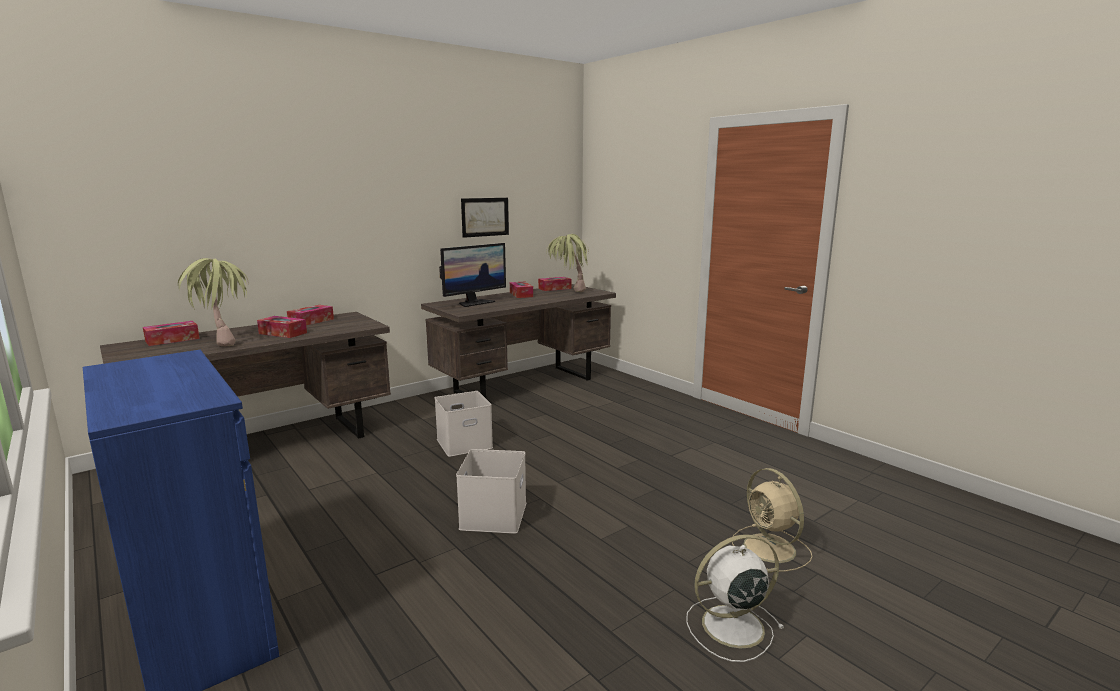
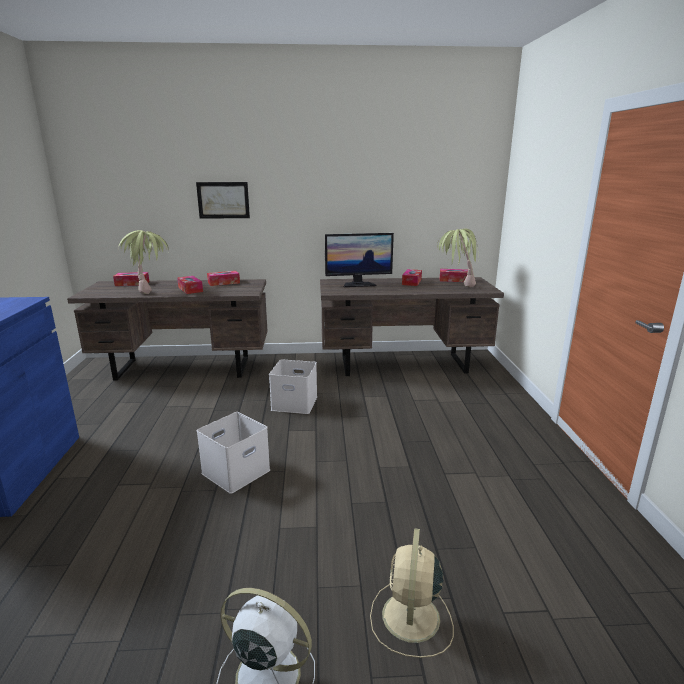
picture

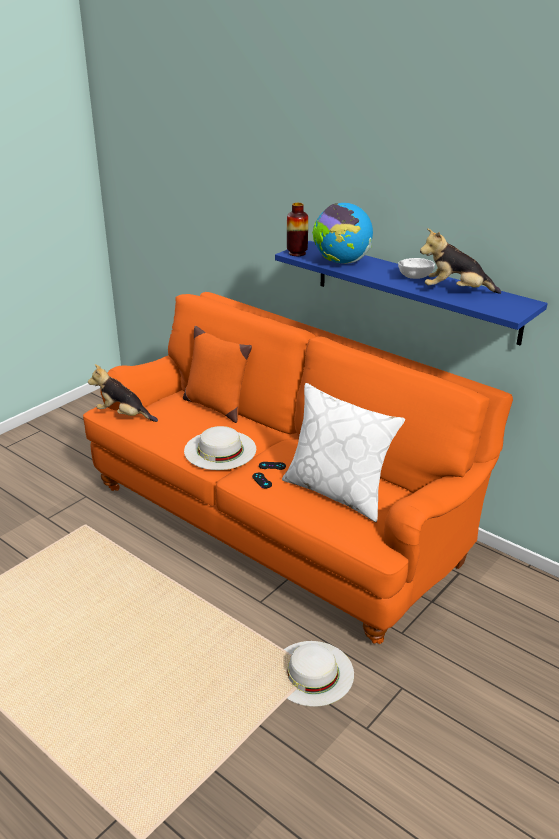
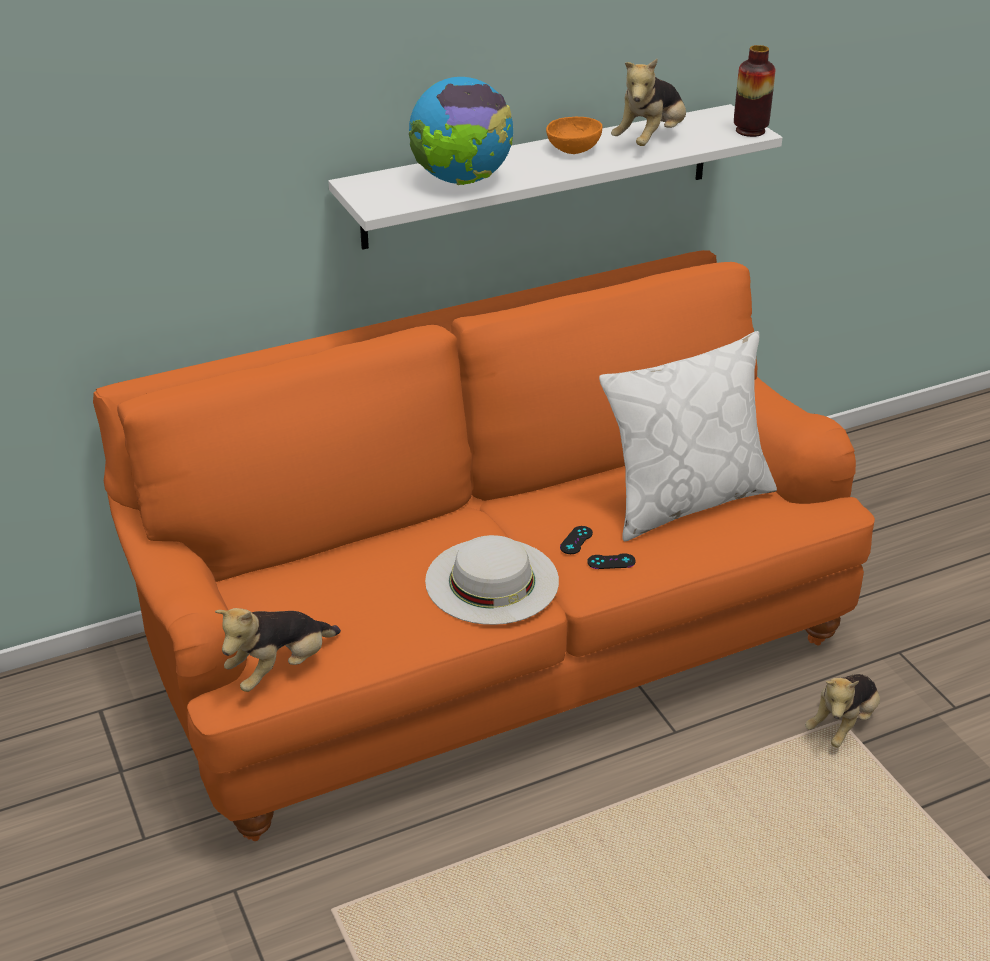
vase; shelf/white; bowl/orange; pillow/orange; plush toy (no. 3 from left)

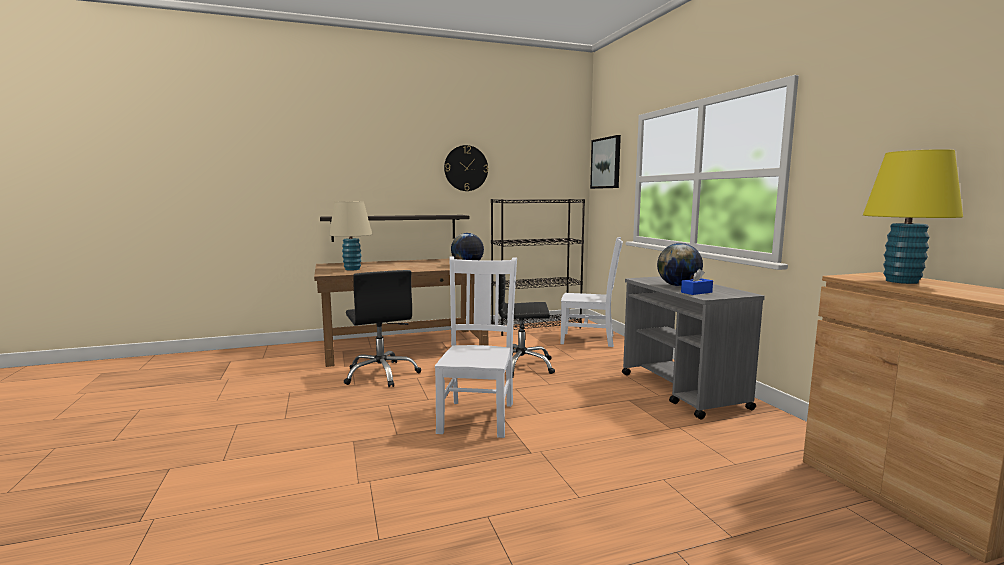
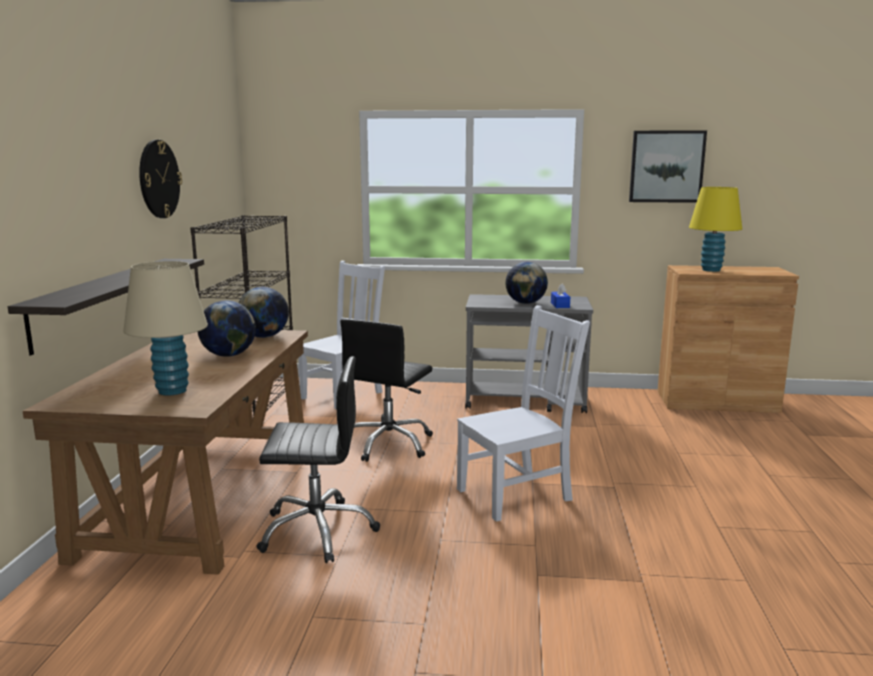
picture; chair/white (no. 2 from left); globe (no. 1 from left)

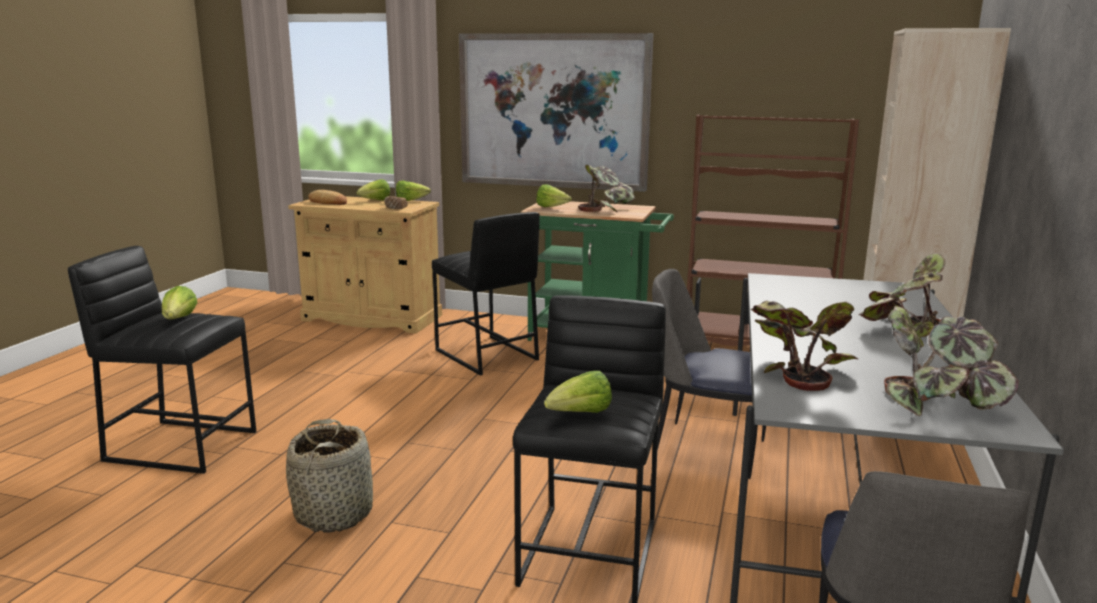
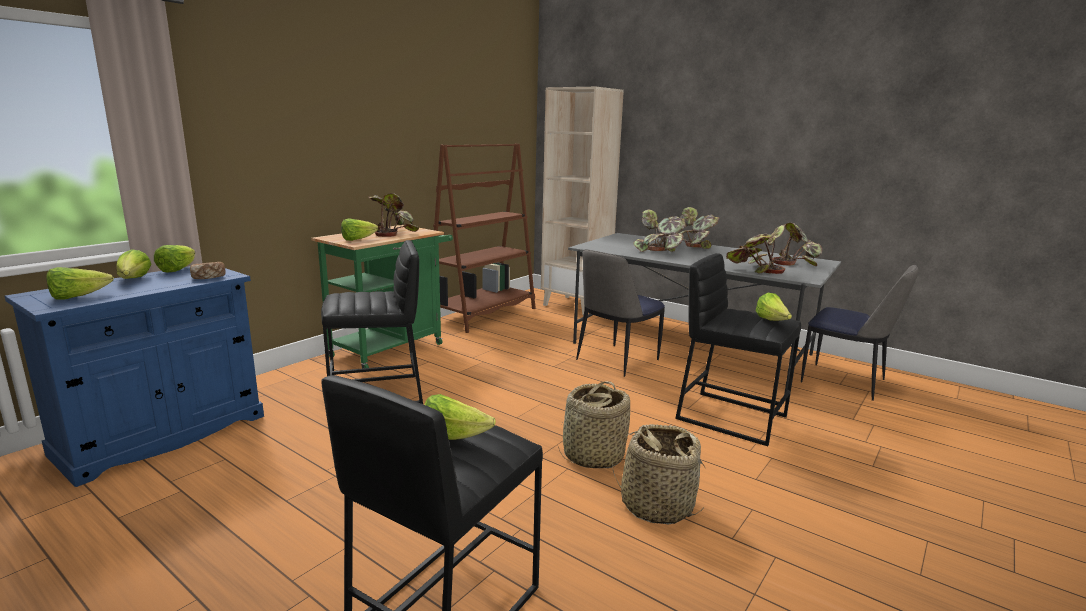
picture; lettuce (no. 1 from left); cabinet/blue; potted plant (no. 2 from left); basket (no. 1 from left)

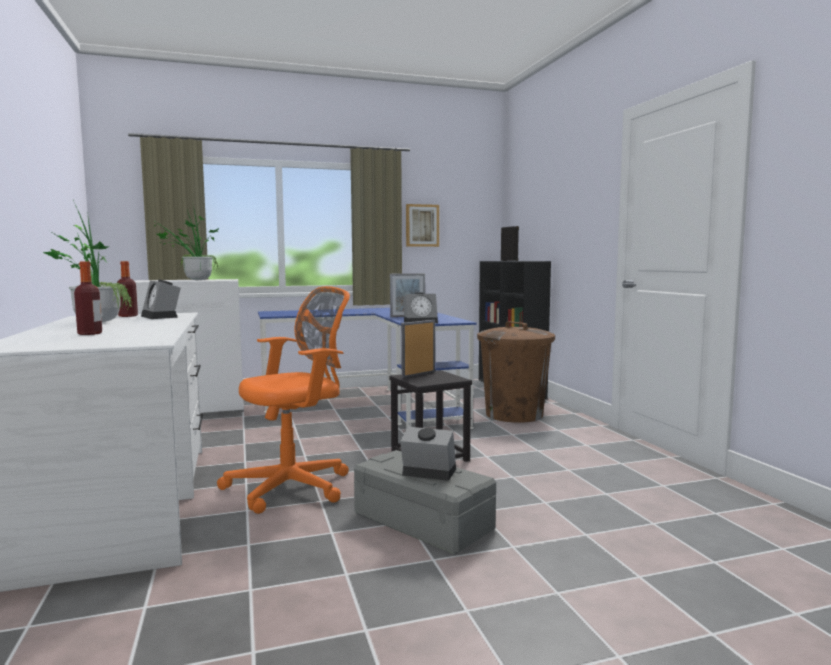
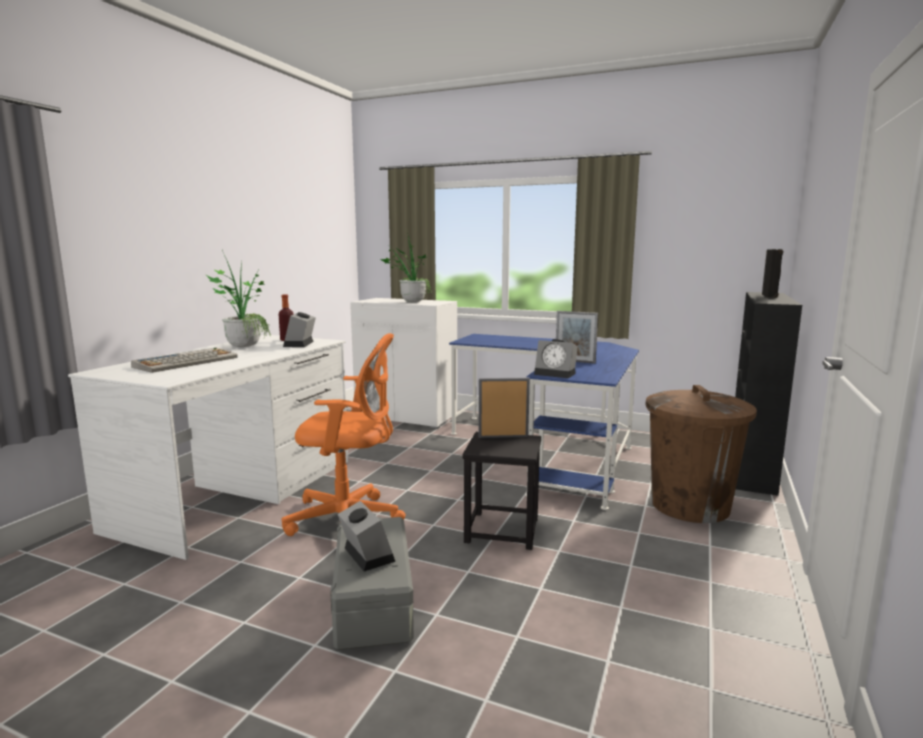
picture; keyboard

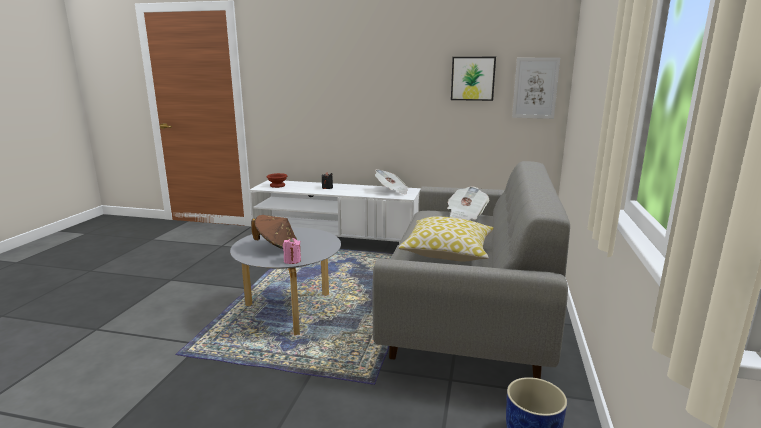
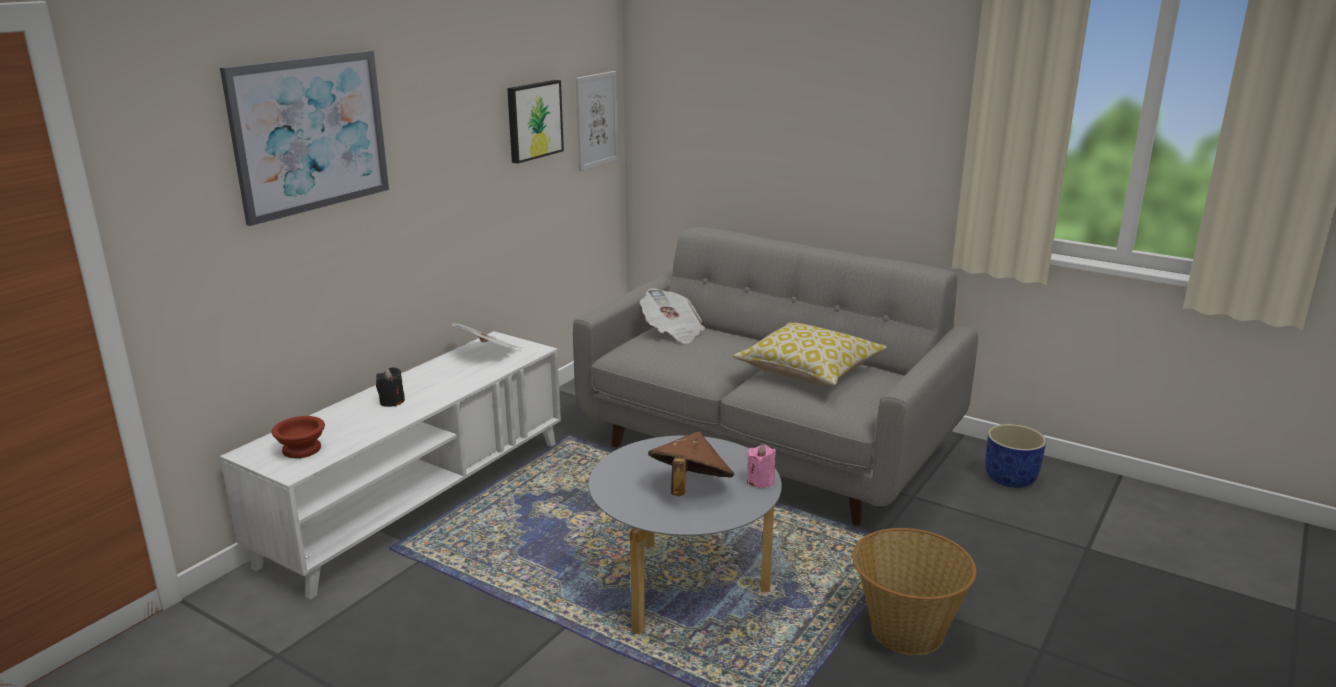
picture (no. 1 from left); basket

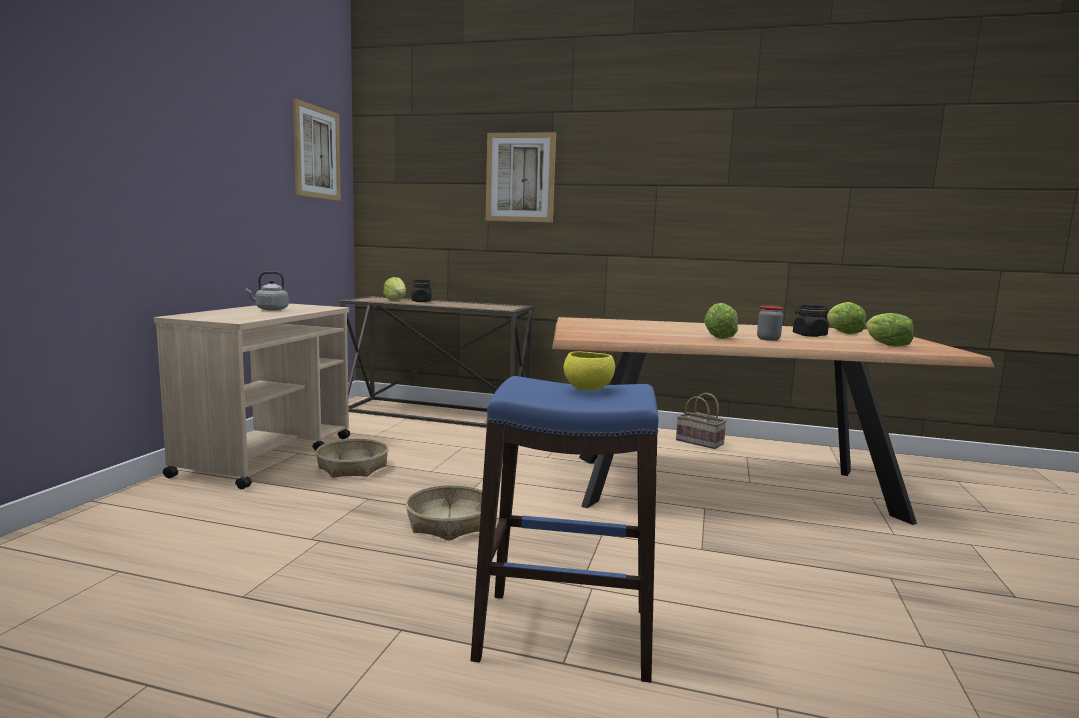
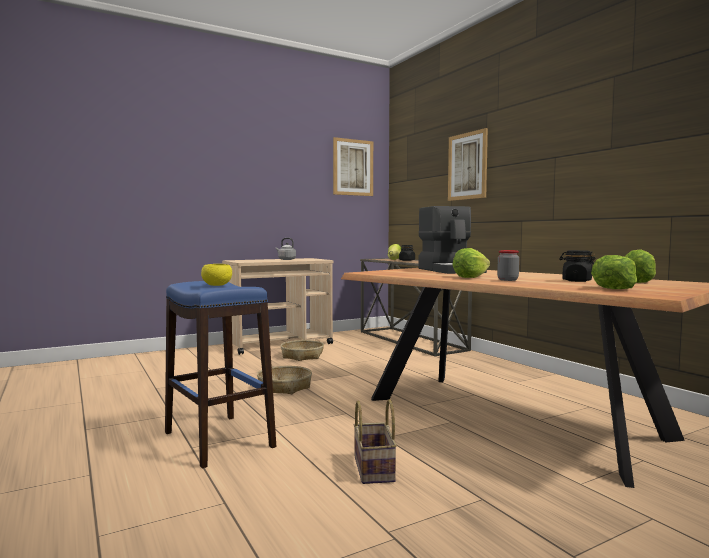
basket (no. 3 from left); coffee machine

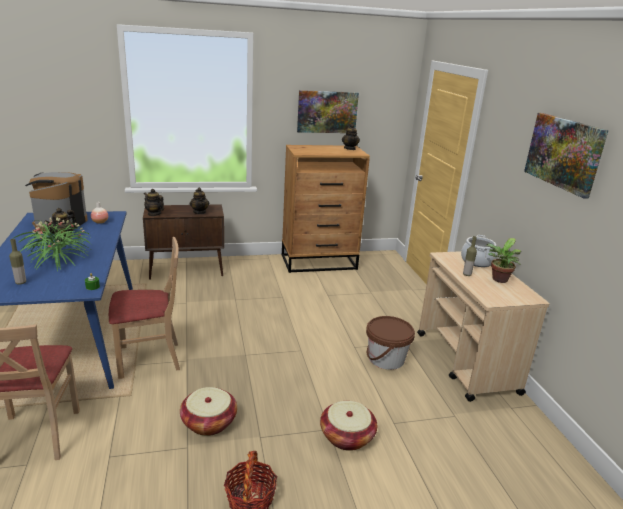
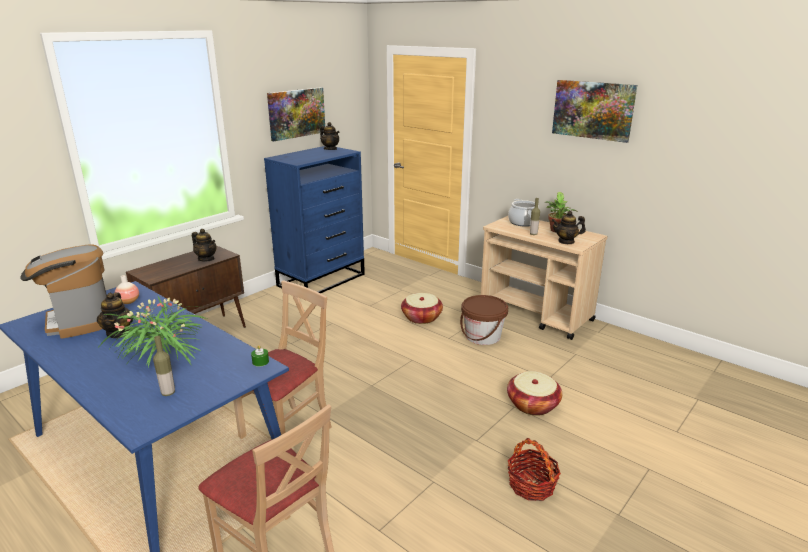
dresser/blue; teapot (no. 4 from left); basket (no. 1 from left)

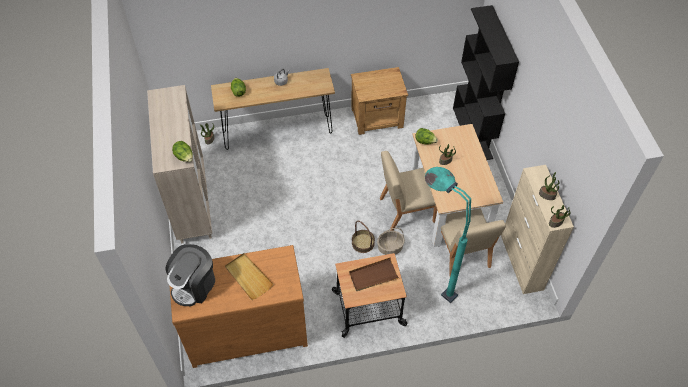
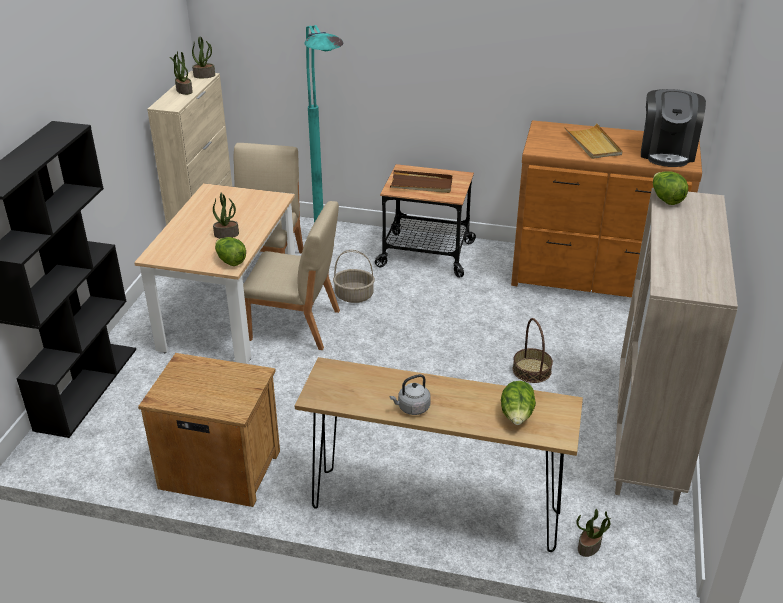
basket (no. 2 from left); coffee machine

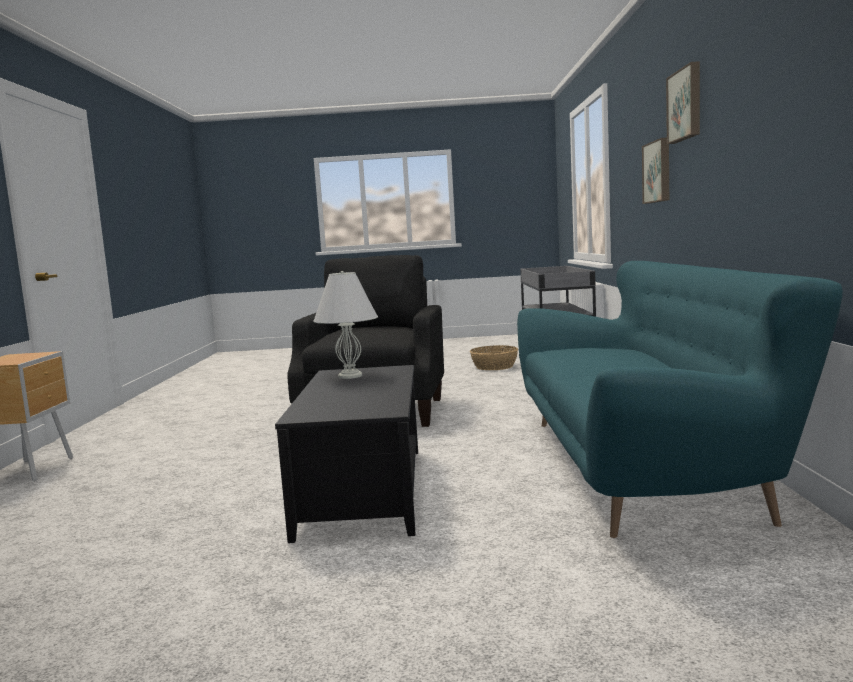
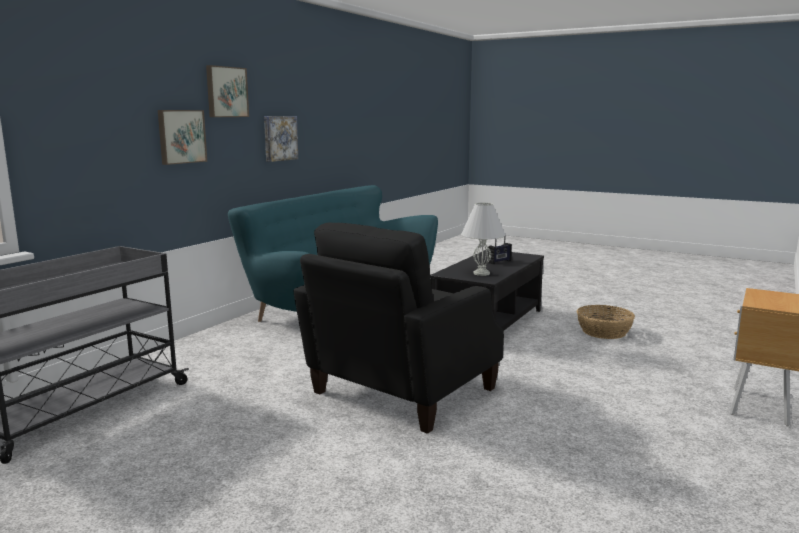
basket; picture (no. 3 from left); radio

